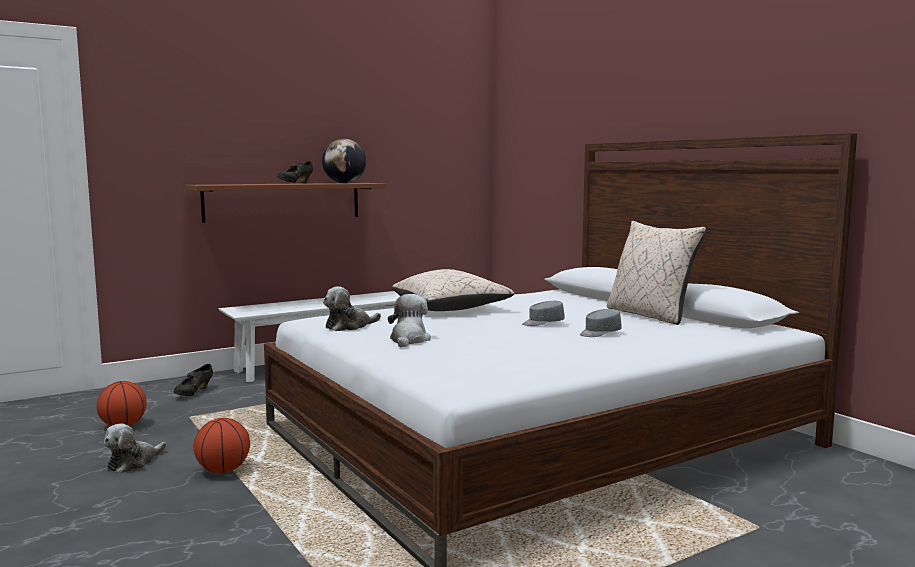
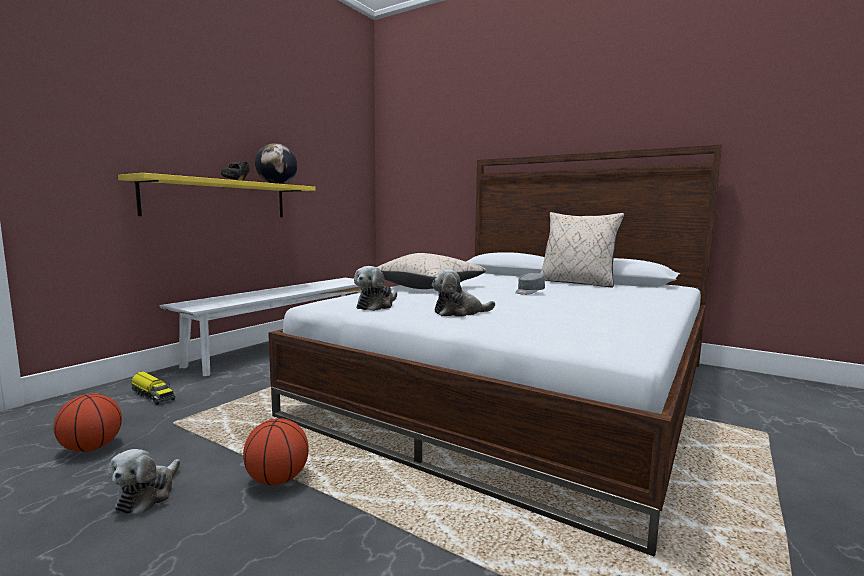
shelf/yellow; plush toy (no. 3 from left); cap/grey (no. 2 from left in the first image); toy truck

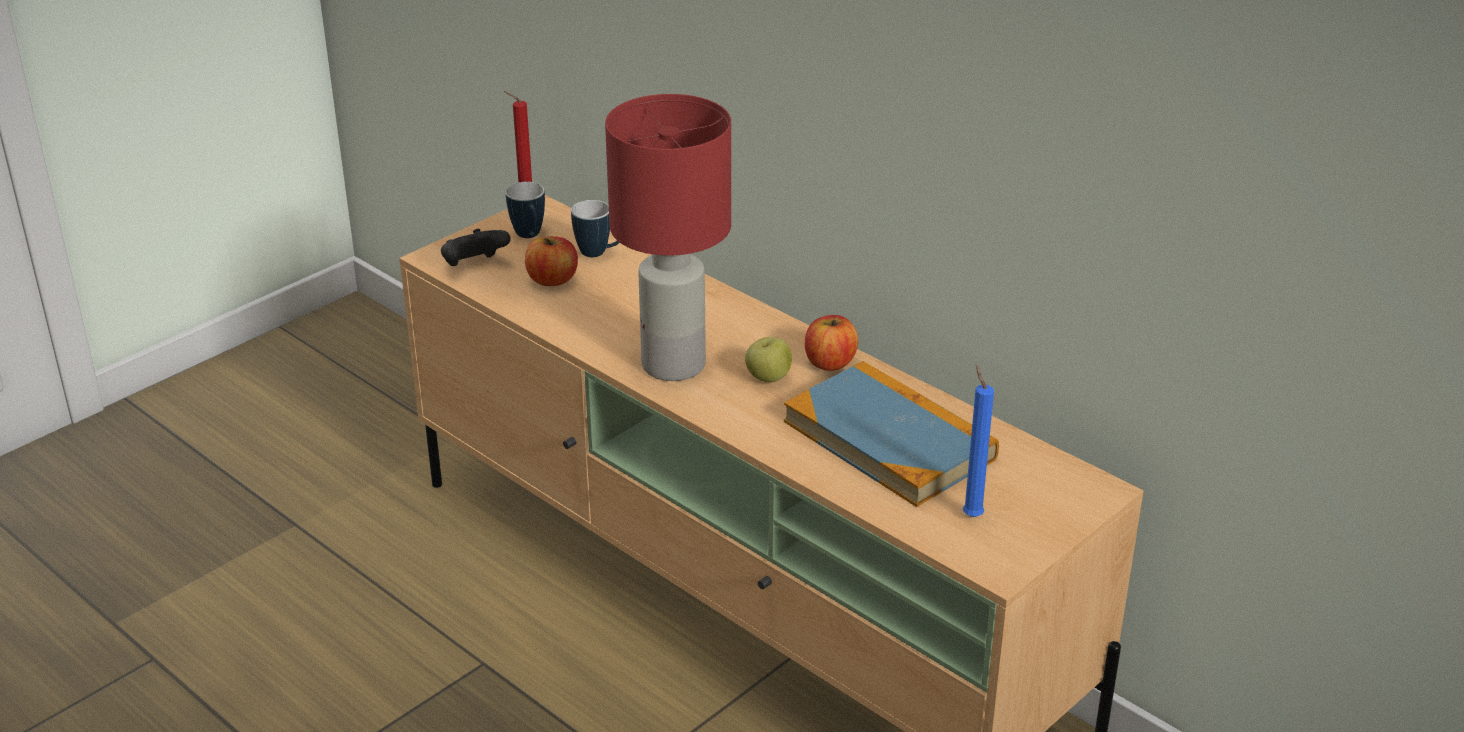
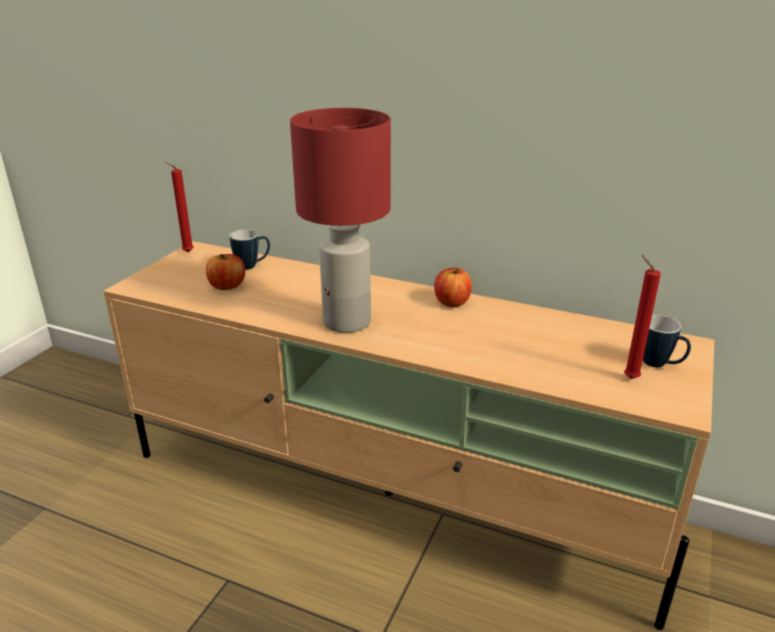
mug (no. 2 from left); game controller/black; apple (no. 2 from left in the first image); book; candle/red (no. 2 from left)

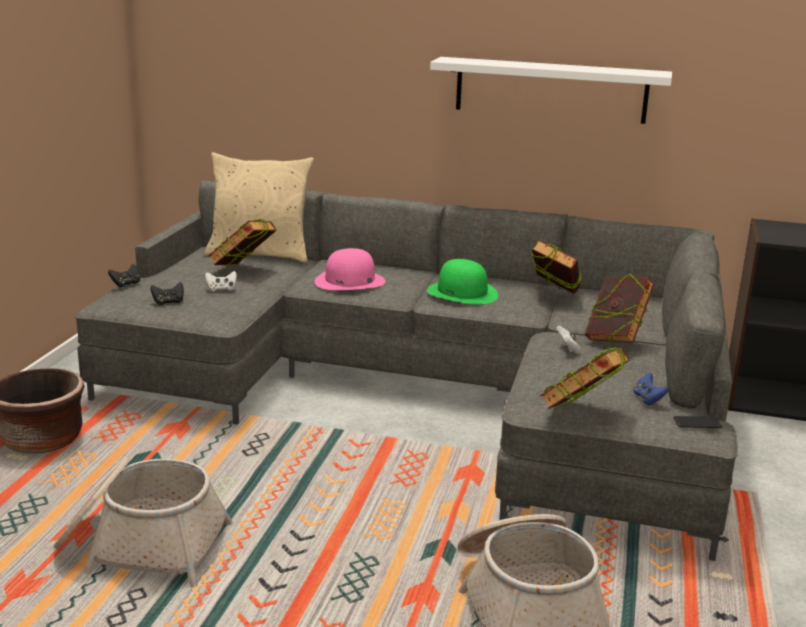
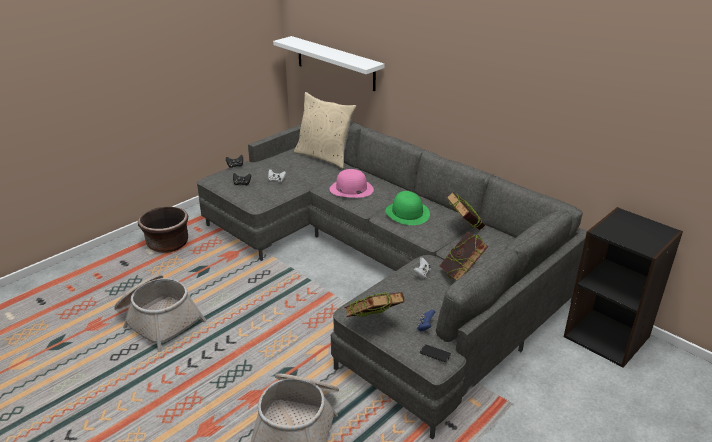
shelf/white; book (no. 1 from left in the first image)

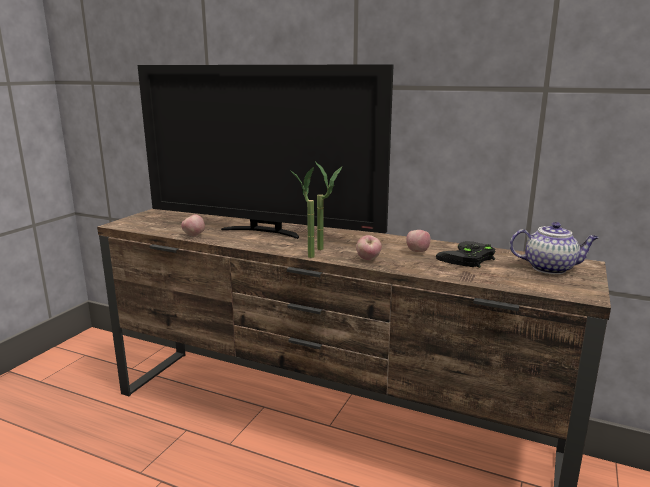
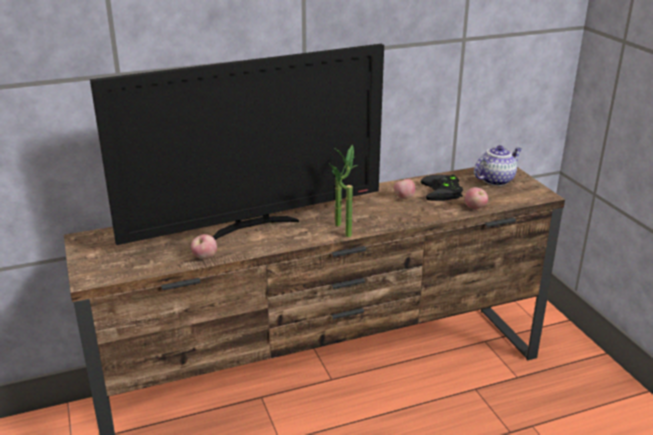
apple (no. 3 from left)

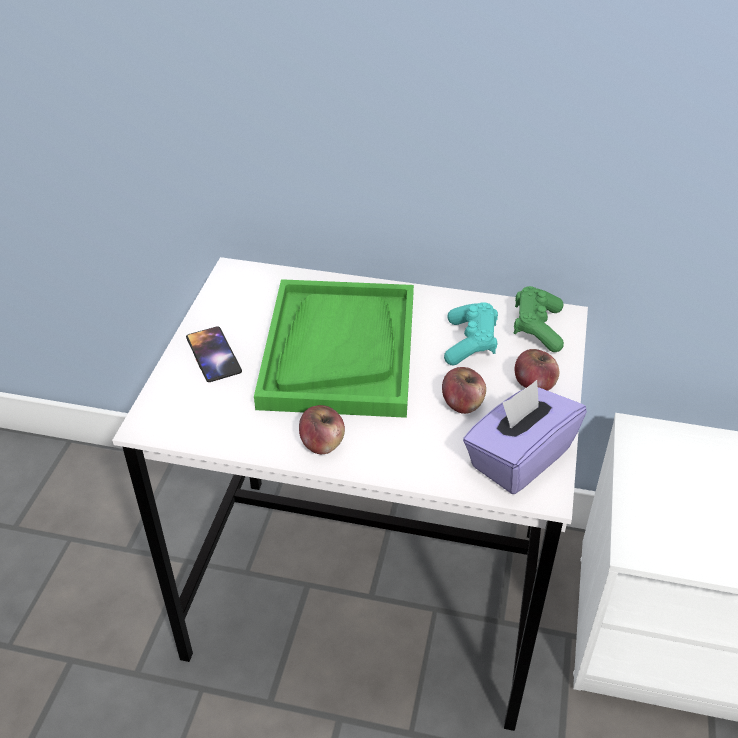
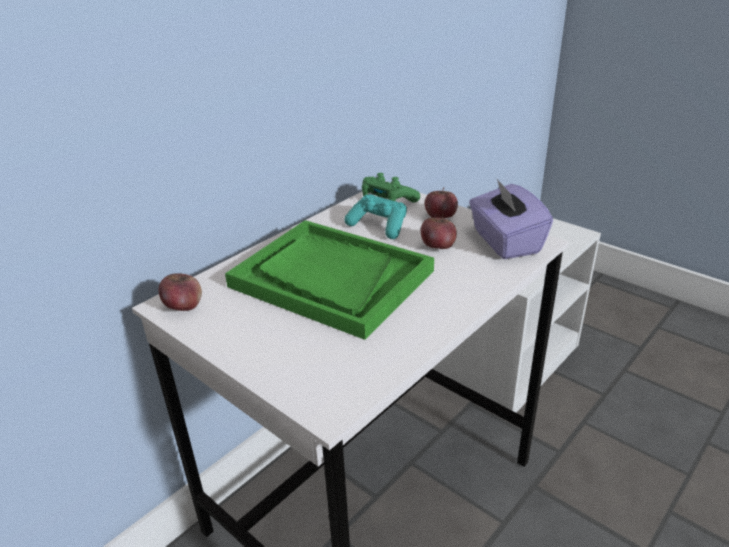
phone; apple (no. 1 from left)

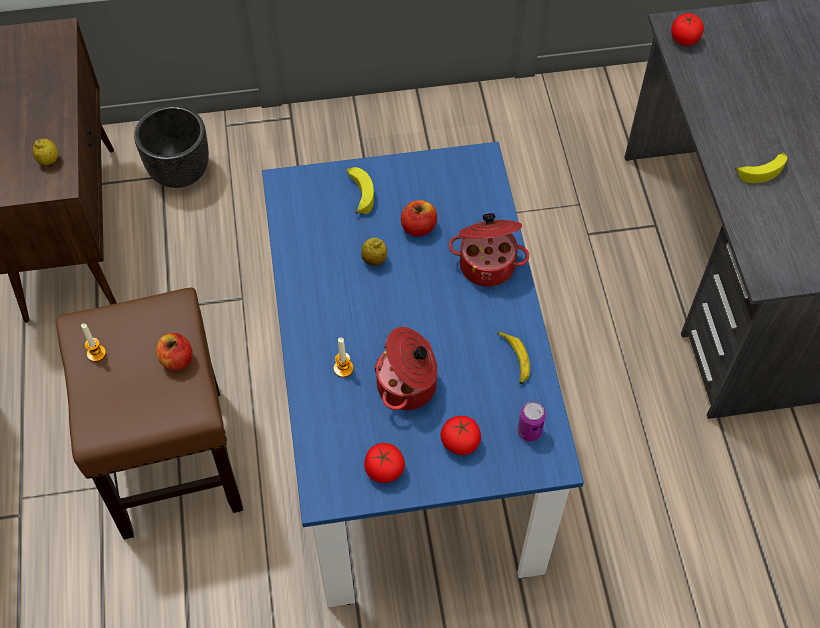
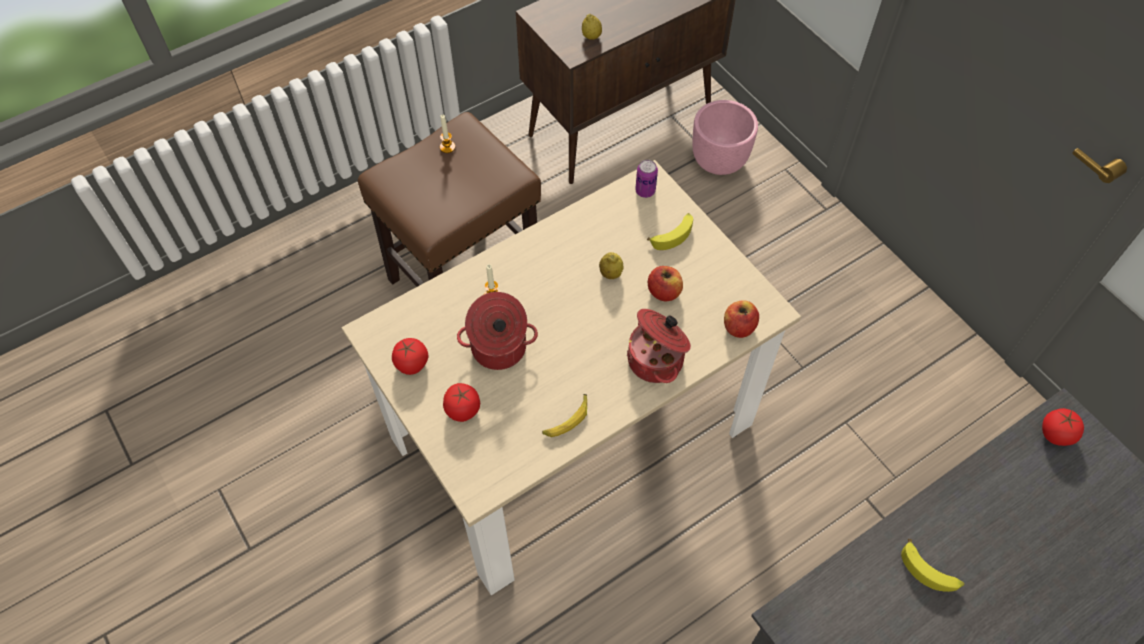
planter/pink; dining table/beige; apple (no. 2 from left); can

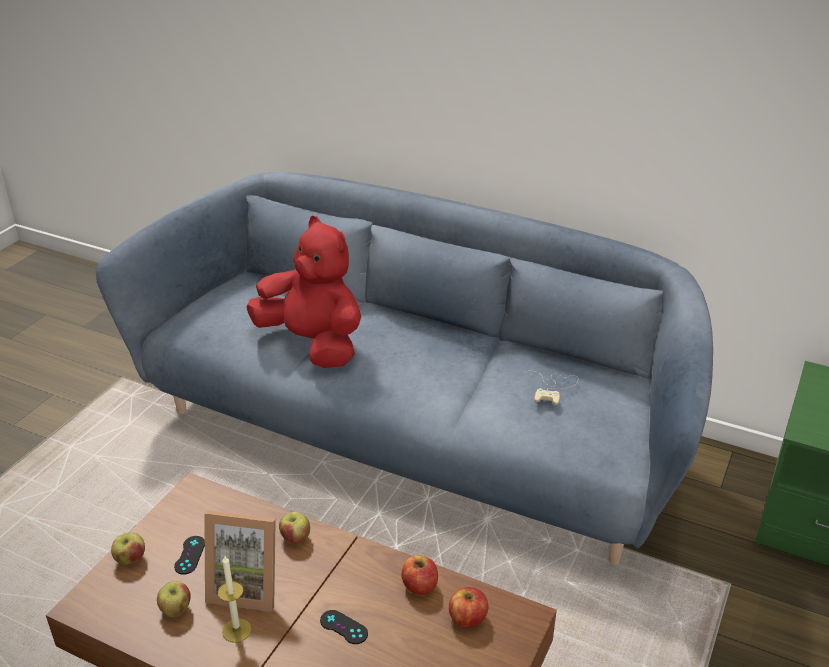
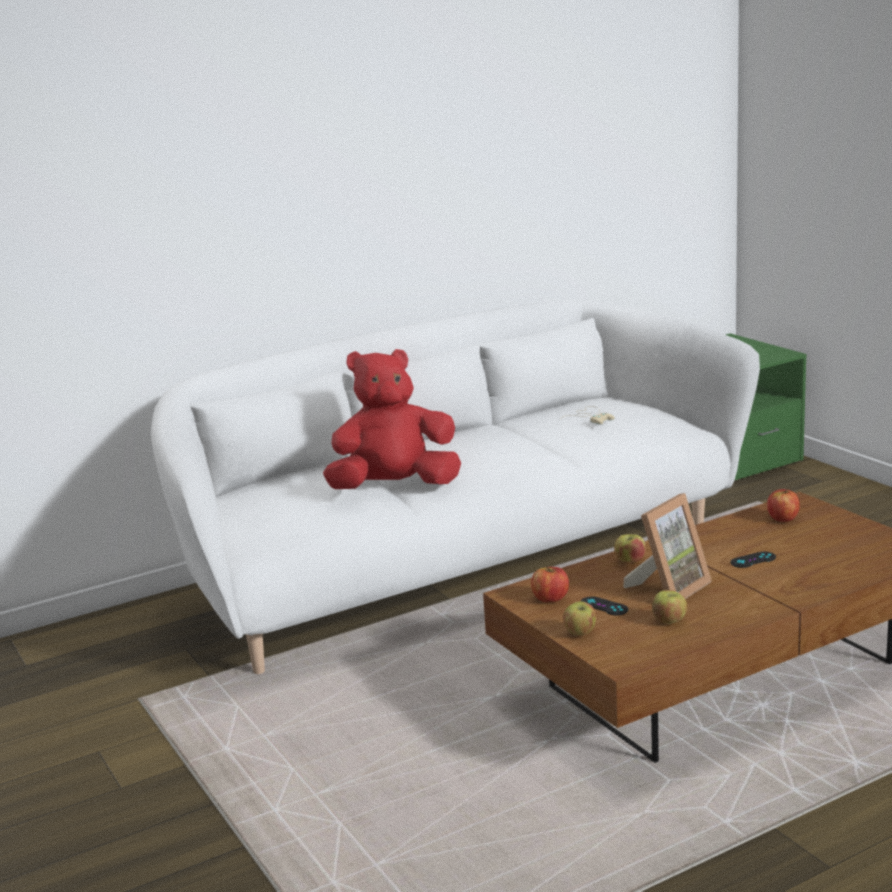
sofa/white; apple (no. 1 from left); candle

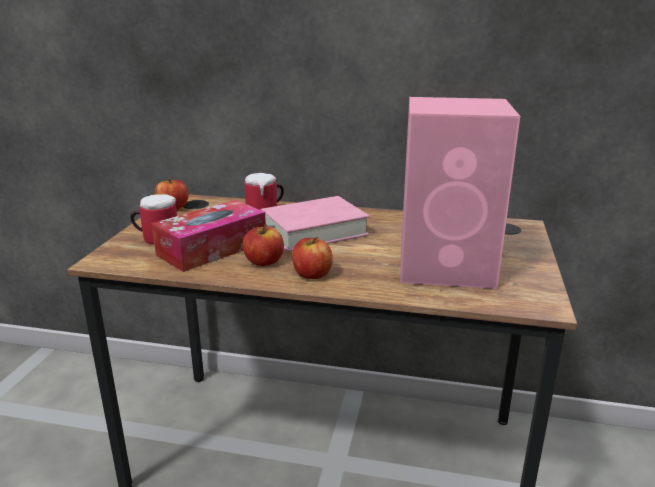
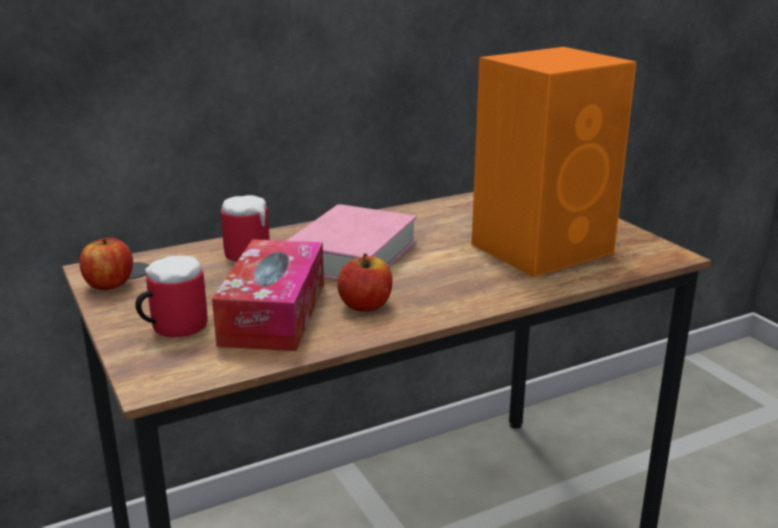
speaker/orange; apple (no. 3 from left in the first image)

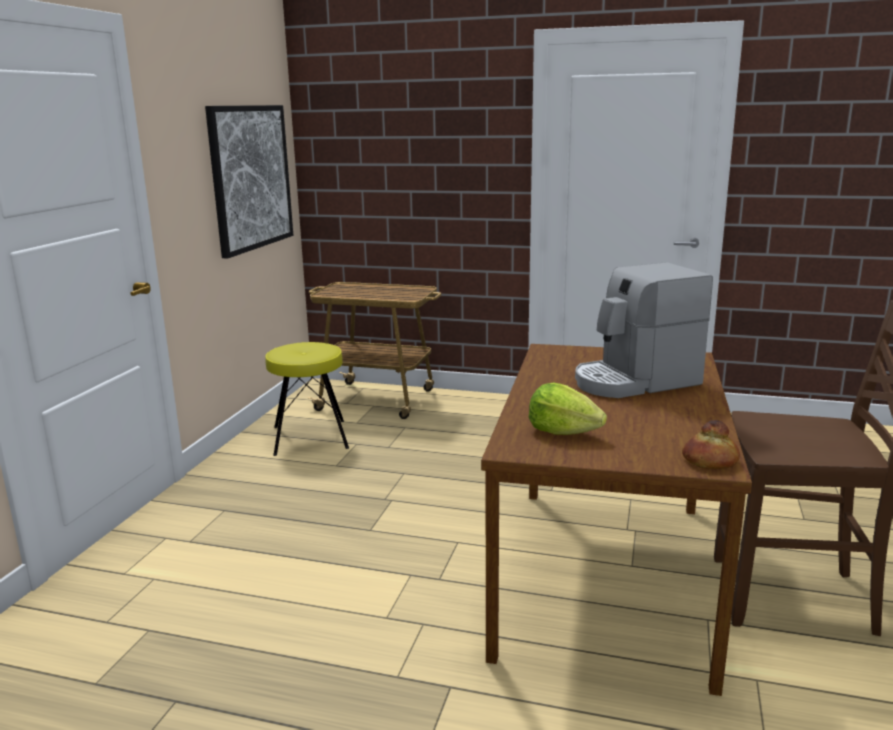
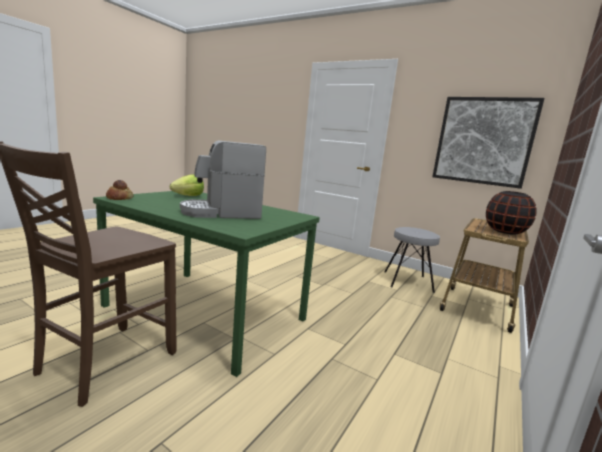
coffee machine; stool/grey; dining table/green; vase/black

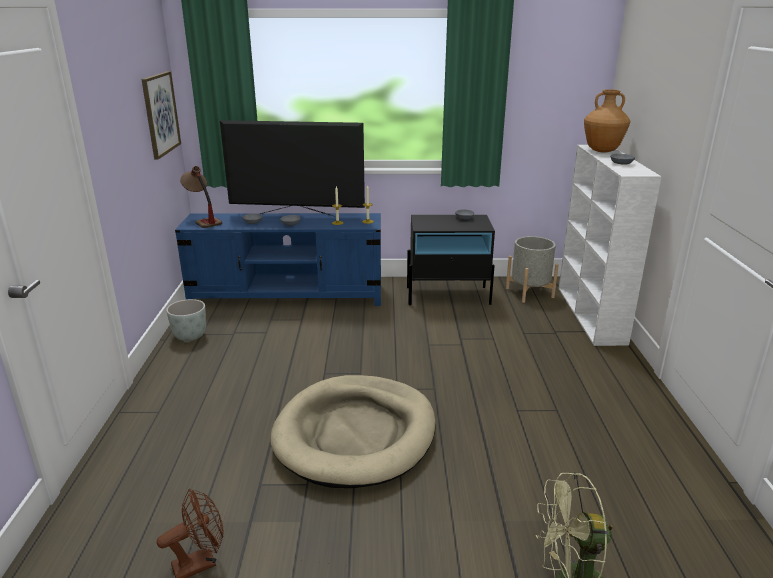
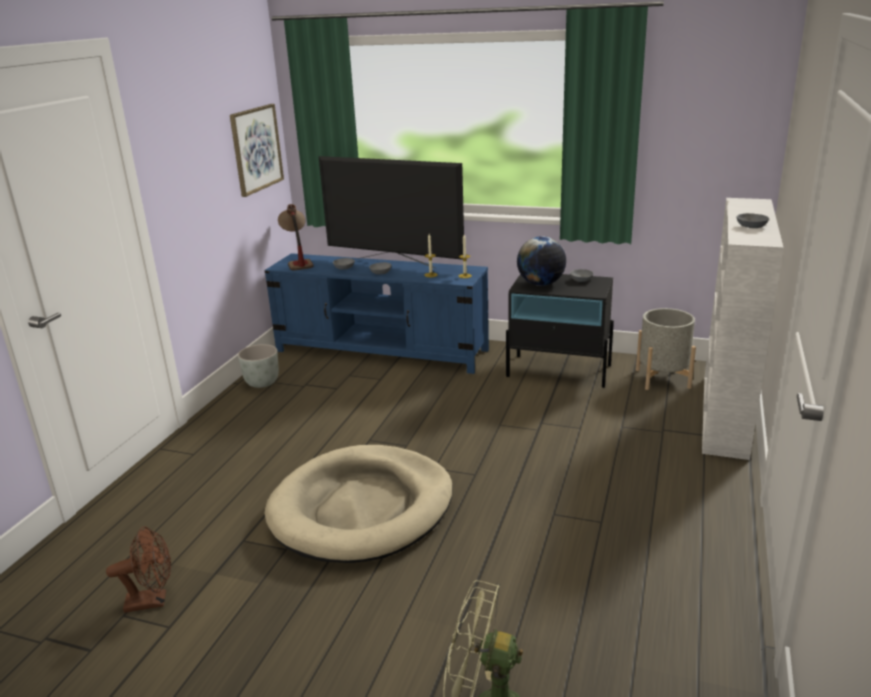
vase/brown; globe

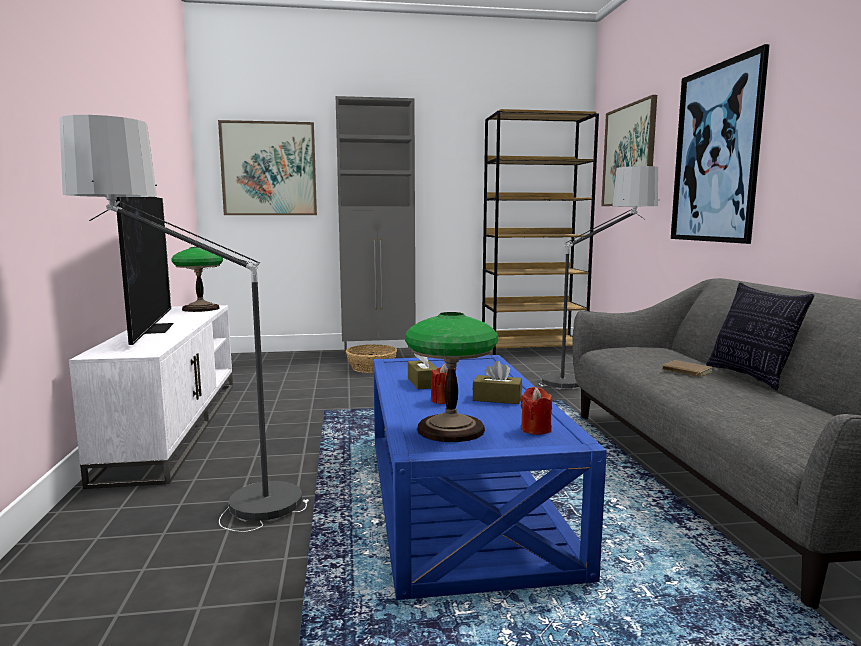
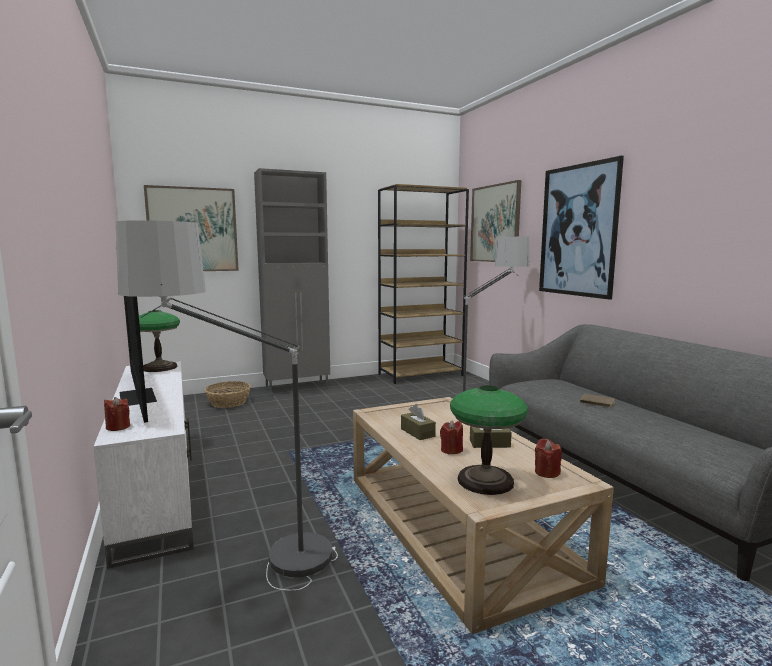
pillow; basket; coffee table/beige; candle/red (no. 1 from left)

